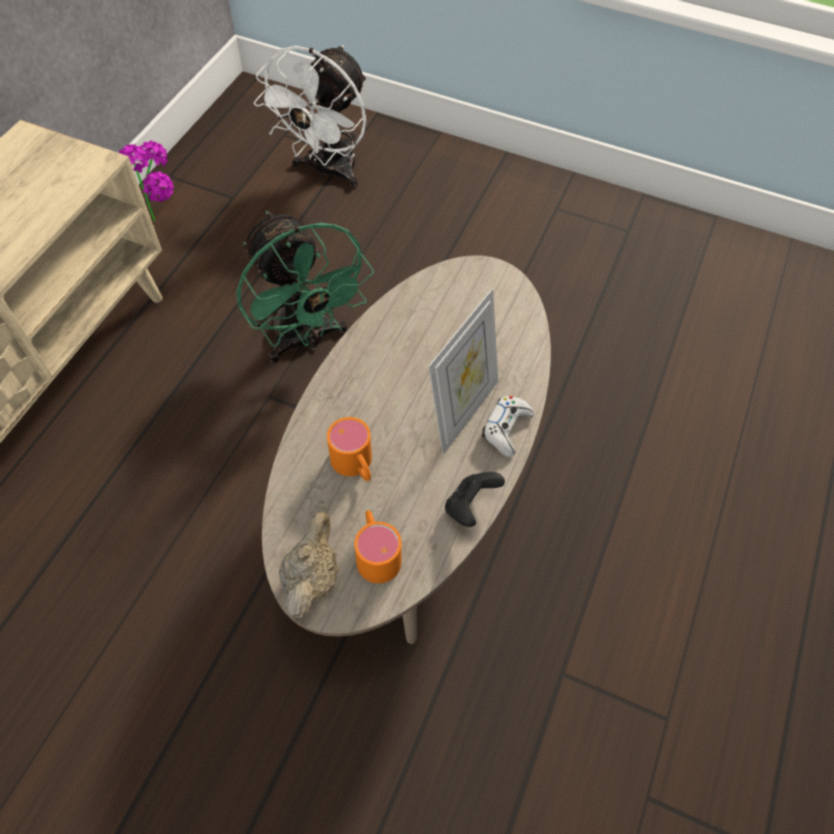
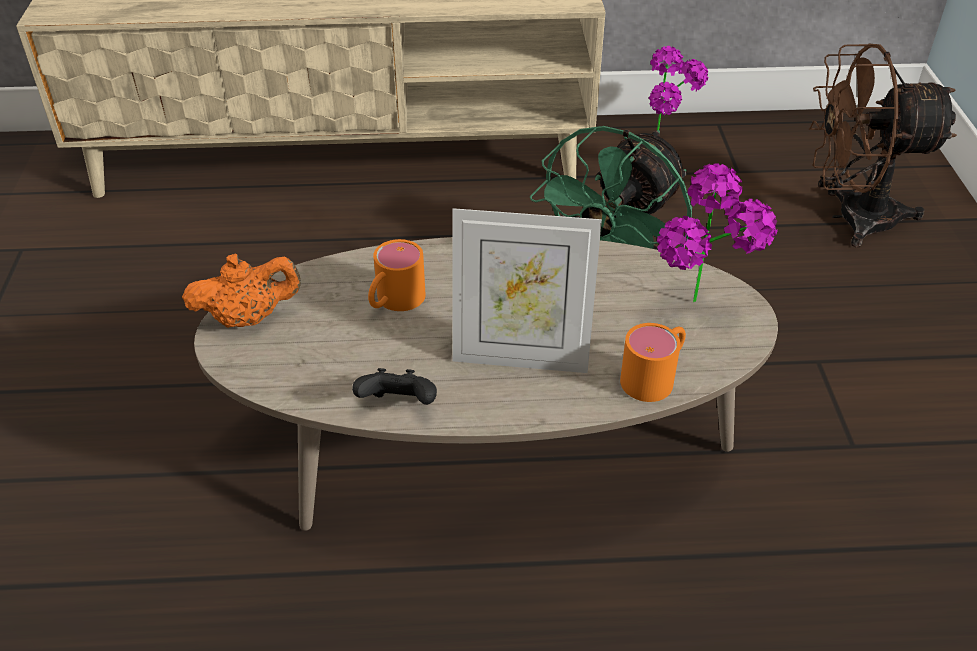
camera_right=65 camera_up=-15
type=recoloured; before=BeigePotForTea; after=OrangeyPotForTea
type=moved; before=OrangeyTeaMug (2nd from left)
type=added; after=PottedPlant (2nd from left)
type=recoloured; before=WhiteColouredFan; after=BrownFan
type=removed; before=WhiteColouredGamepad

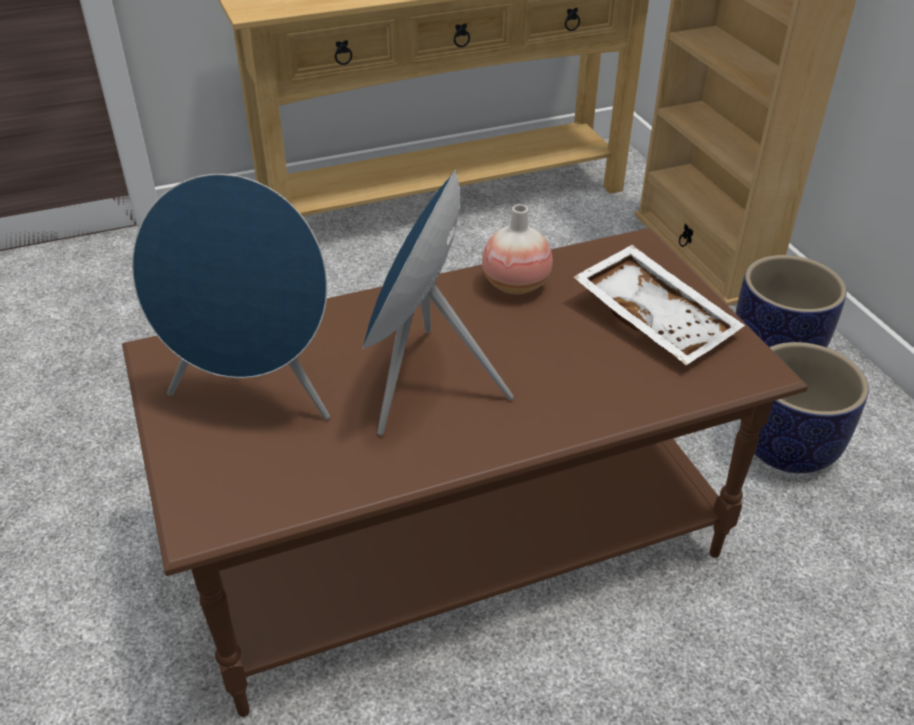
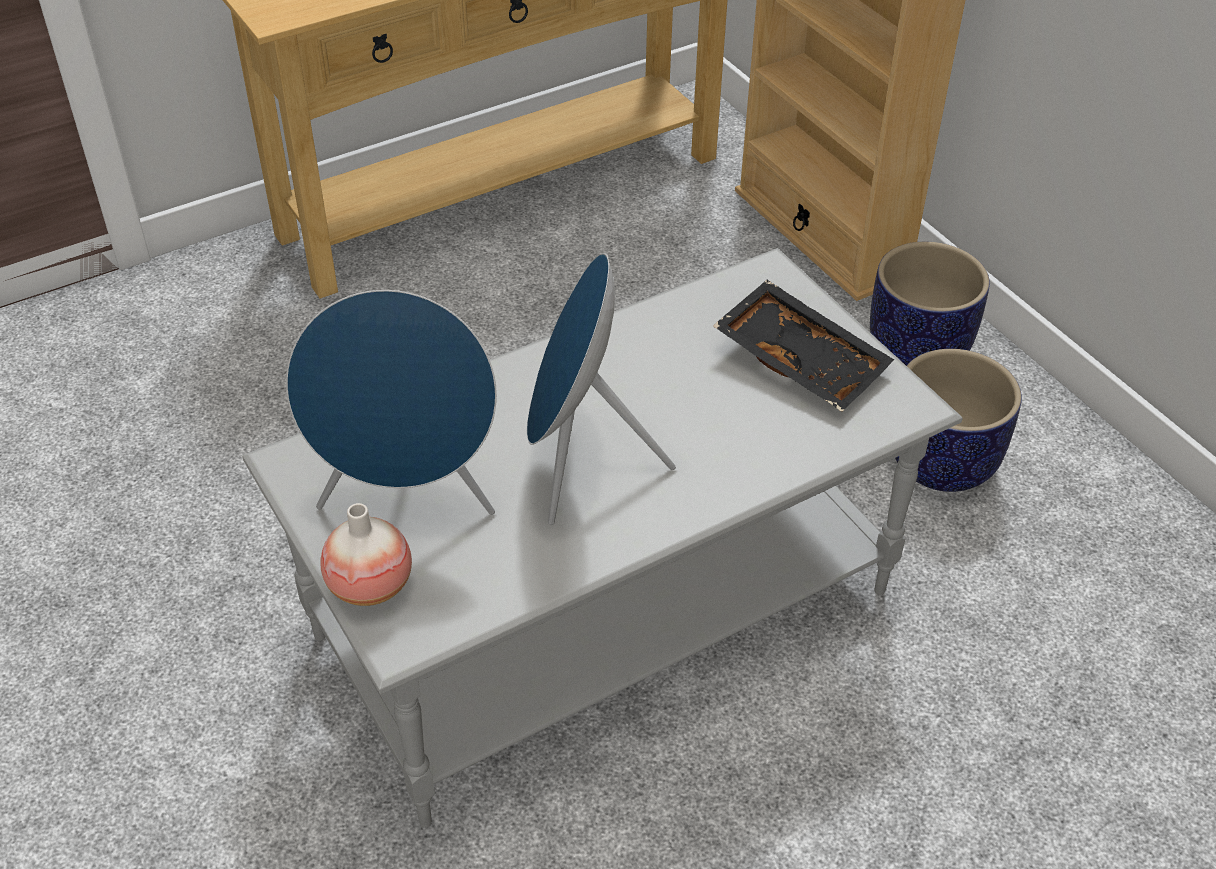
camera_right=-10 camera_up=5
type=recoloured; before=BrownLowTable; after=GreyLowTable
type=moved; before=DecorativeVase
type=recoloured; before=WhiteColouredTray; after=BlackishTray

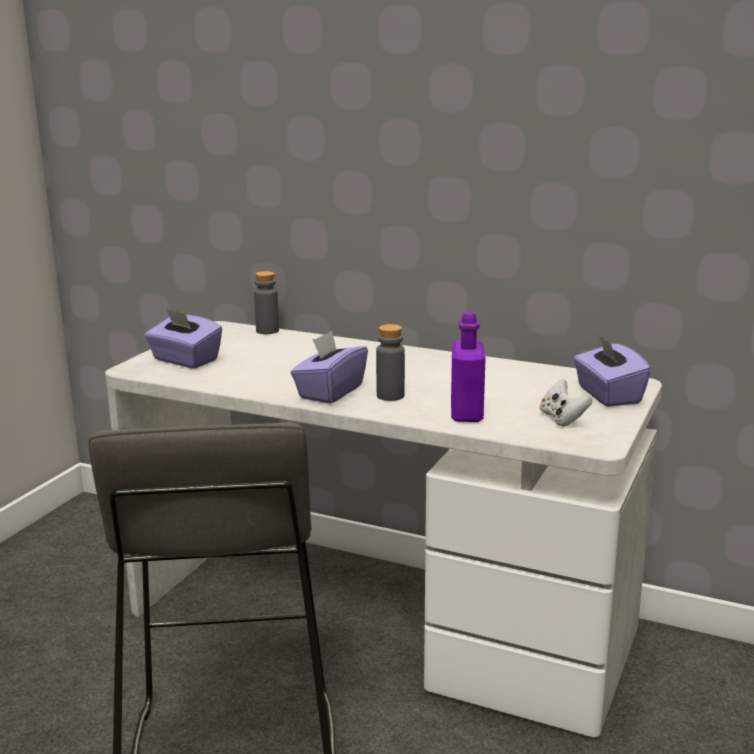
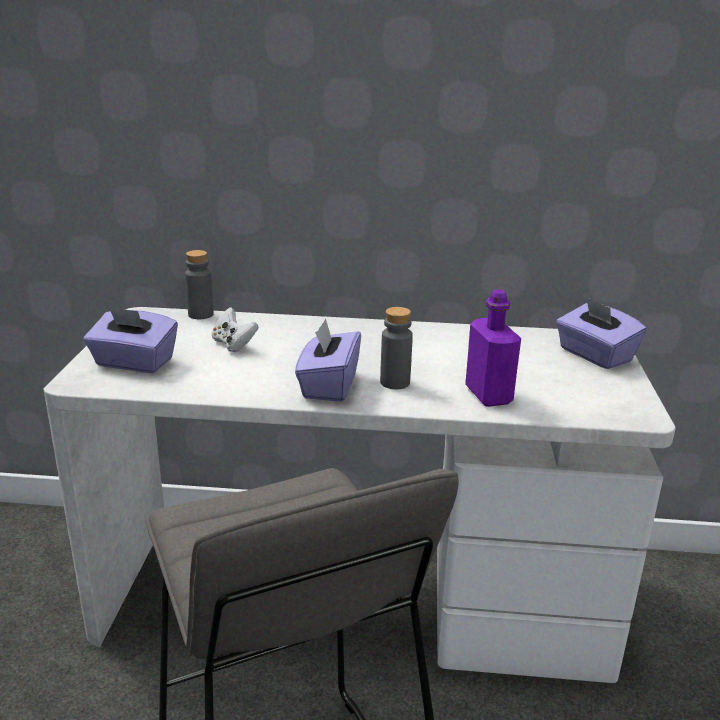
camera_right=-20 camera_up=5
type=moved; before=WhiteColouredGamepad

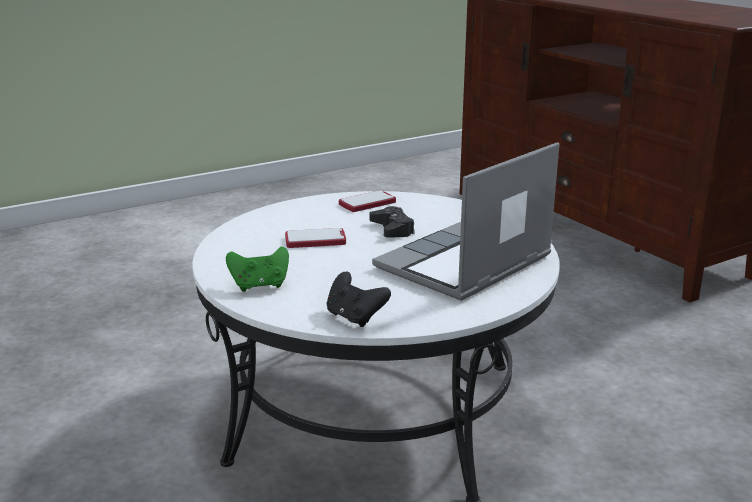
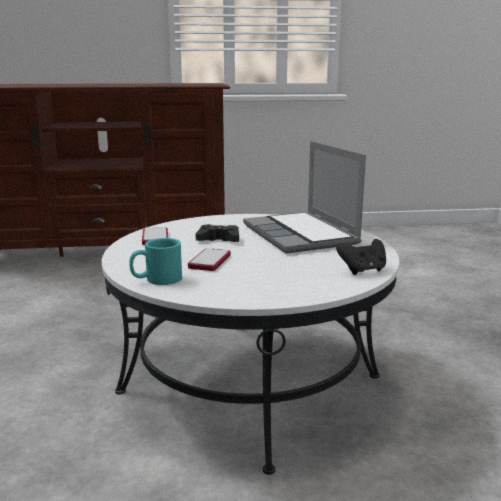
camera_right=-65 camera_up=-5
type=added; after=BlueGreenTeaMug
type=removed; before=GreenGamepad

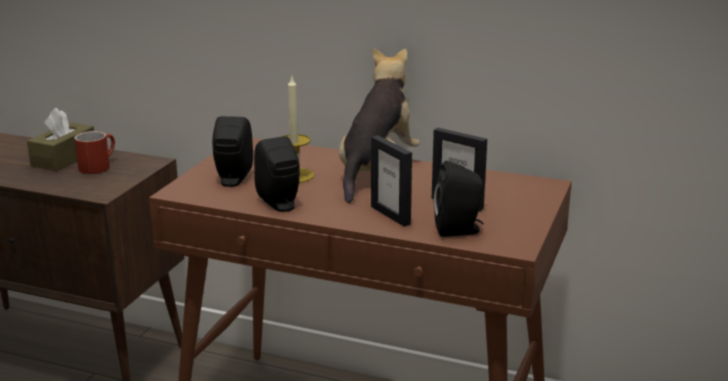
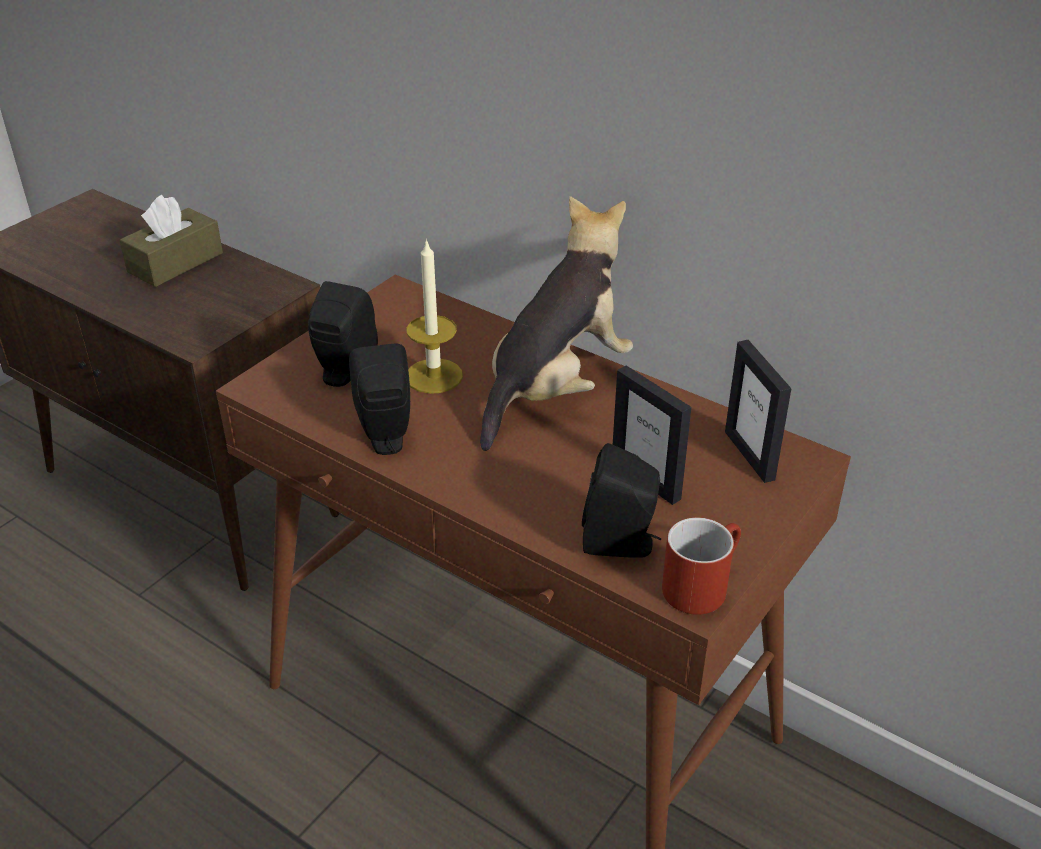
camera_right=15 camera_up=15
type=moved; before=RedColouredTeaMug
type=moved; before=PhotoFrame (1st from left in the first image); after=PhotoFrame (2nd from left)

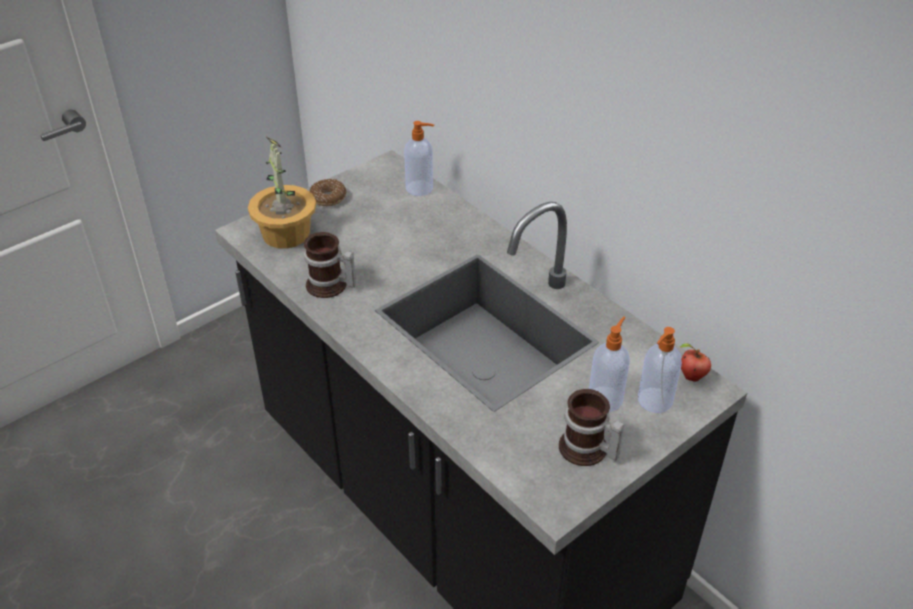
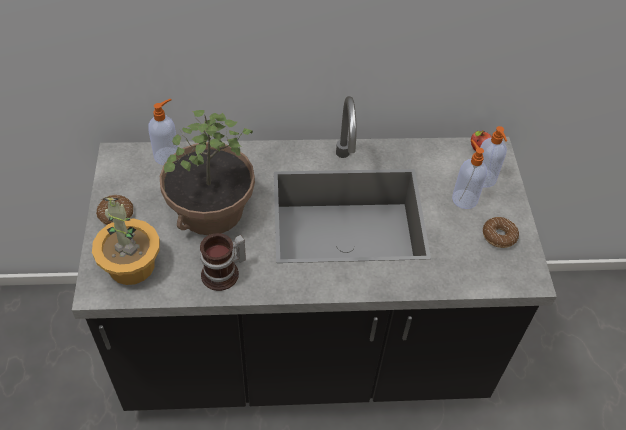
camera_right=-55 camera_up=10
type=added; after=PottedPlant (2nd from left)
type=replaced; before=TeaMug (2nd from left); after=Donut (2nd from left)

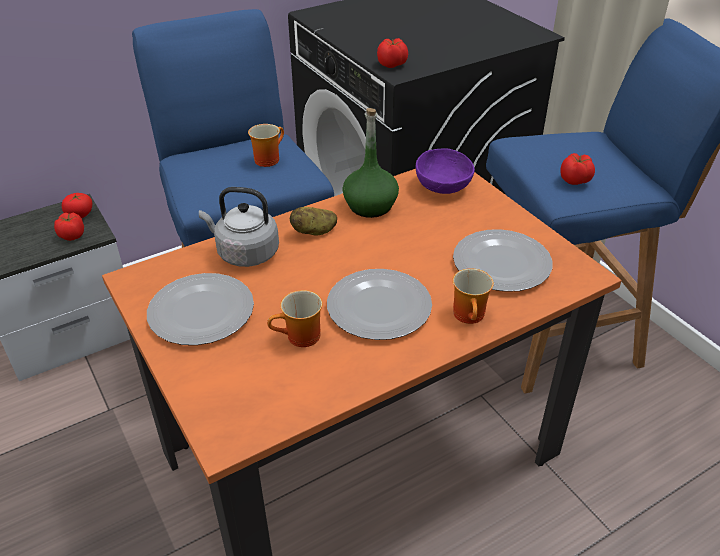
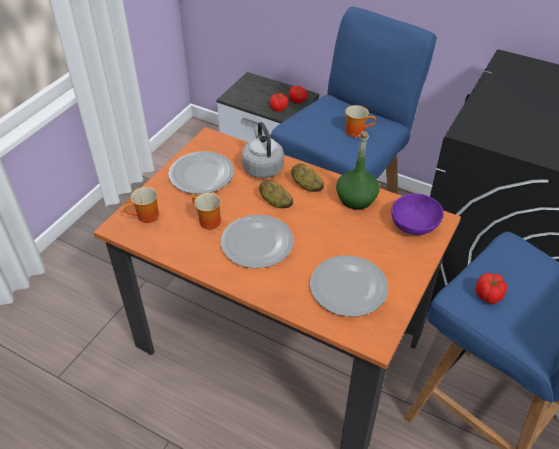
camera_right=60 camera_up=5
type=moved; before=TeaMug (3rd from left in the first image); after=TeaMug (1st from left)
type=added; after=WholePotato (1st from left)
type=removed; before=Tomato (3rd from left)

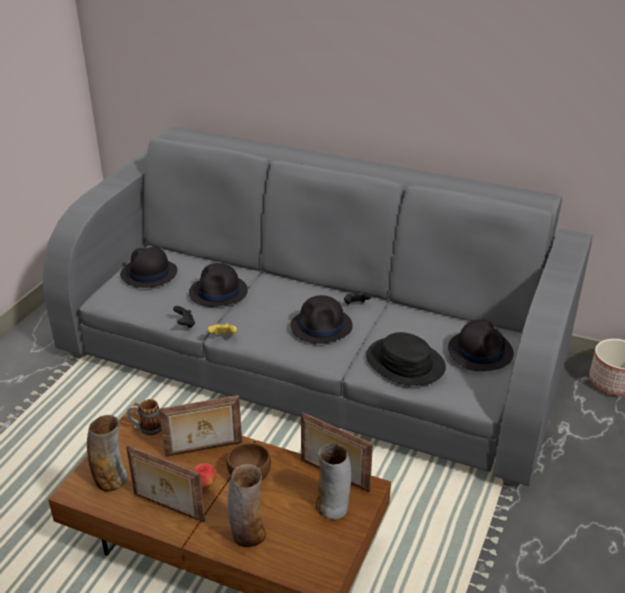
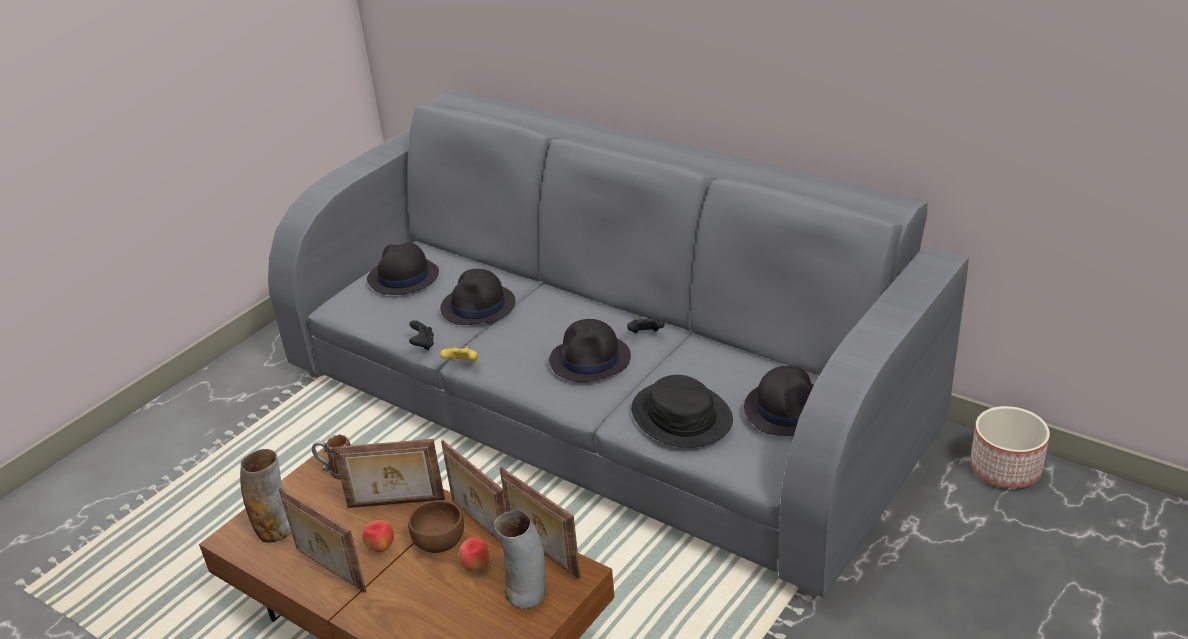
camera_right=15 camera_up=0
type=added; after=PhotoFrame (3rd from left)
type=added; after=AppleFruit (2nd from left)
type=removed; before=DecorativeVase (2nd from left)

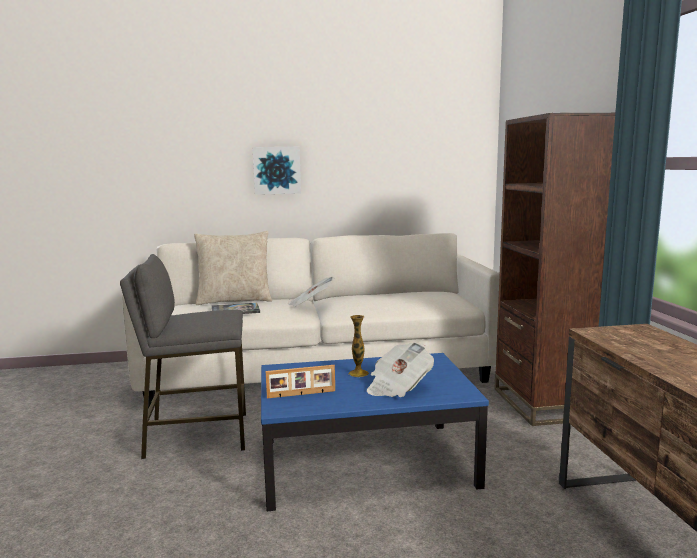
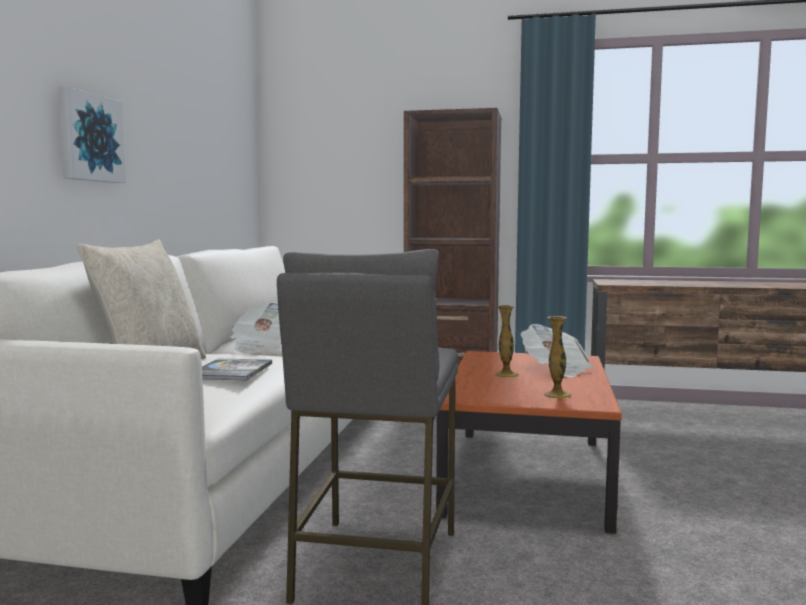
camera_right=-70 camera_up=-5
type=recoloured; before=BlueColouredLowTable; after=BrownLowTable
type=replaced; before=PhotoFrame; after=DecorativeVase (2nd from left)

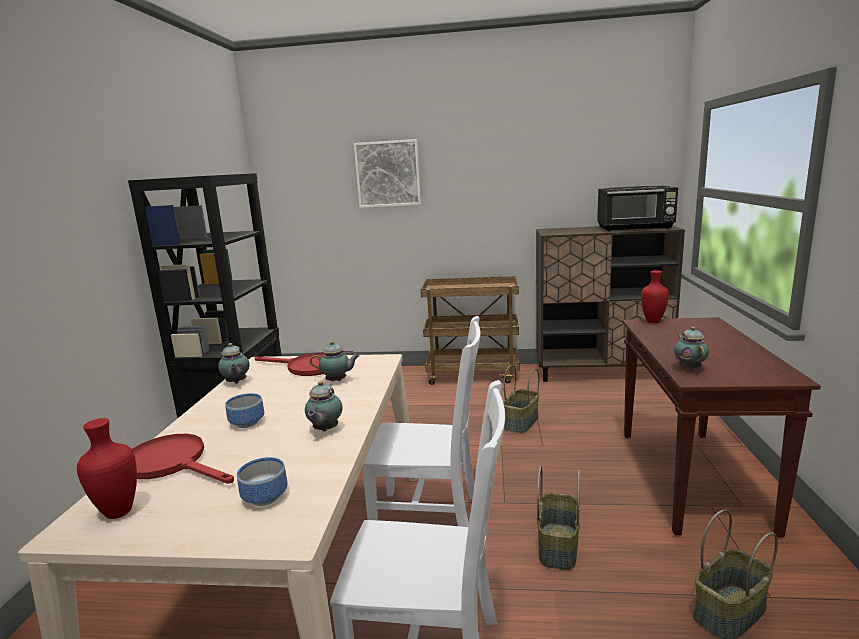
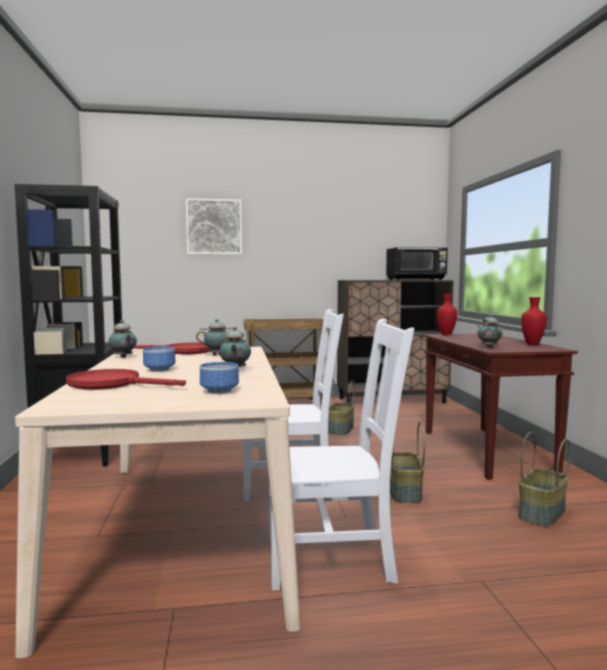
camera_right=-15 camera_up=-10
type=moved; before=RedColouredDecorativeVase (1st from left in the first image); after=RedColouredDecorativeVase (2nd from left)

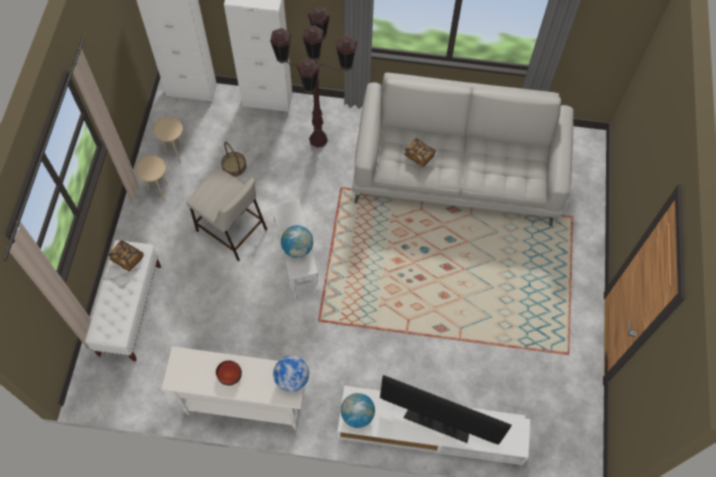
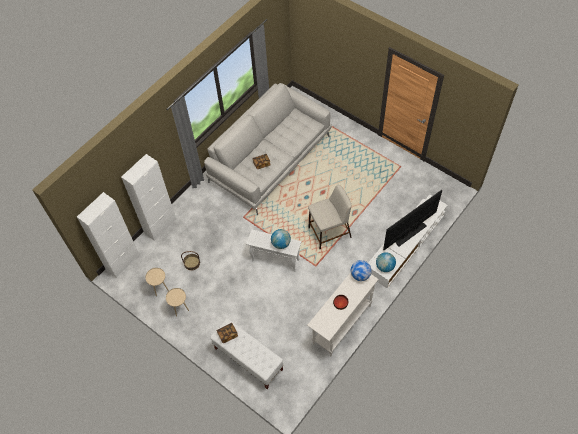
camera_right=-55 camera_up=-5
type=moved; before=BeigeStool
type=removed; before=BrownStandardLamp

